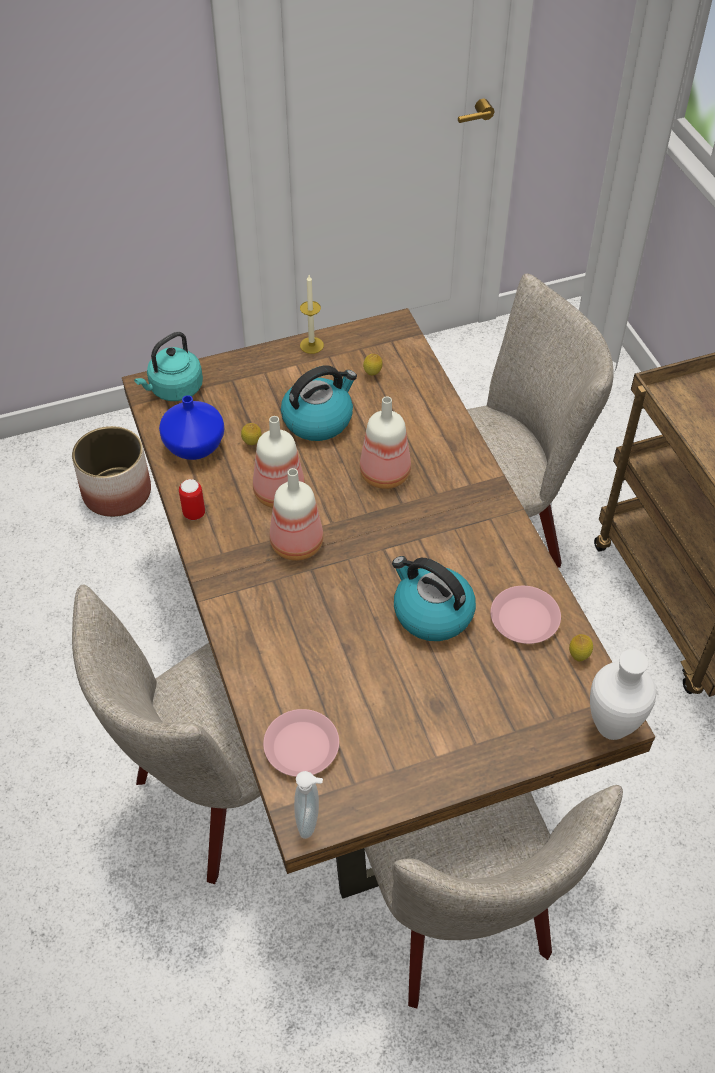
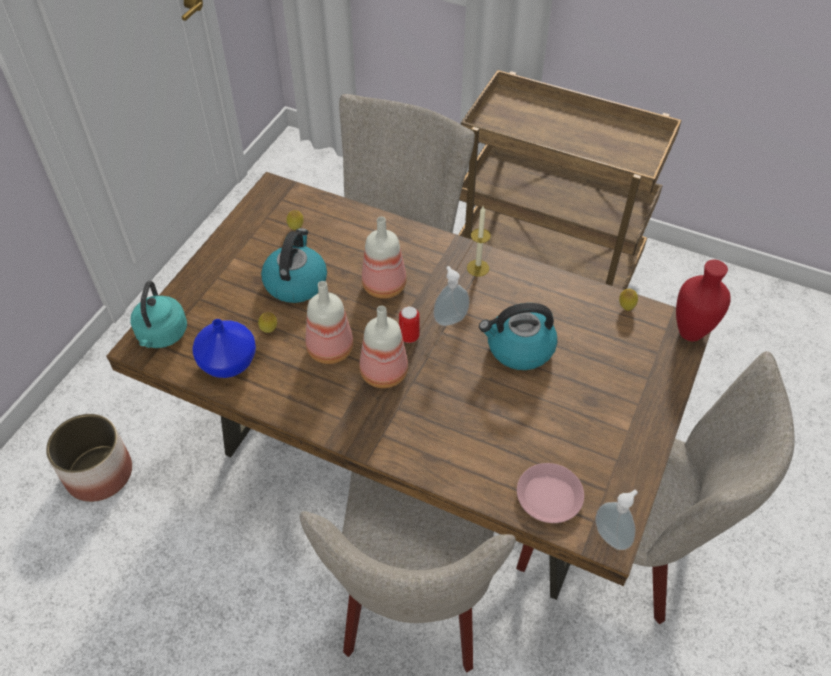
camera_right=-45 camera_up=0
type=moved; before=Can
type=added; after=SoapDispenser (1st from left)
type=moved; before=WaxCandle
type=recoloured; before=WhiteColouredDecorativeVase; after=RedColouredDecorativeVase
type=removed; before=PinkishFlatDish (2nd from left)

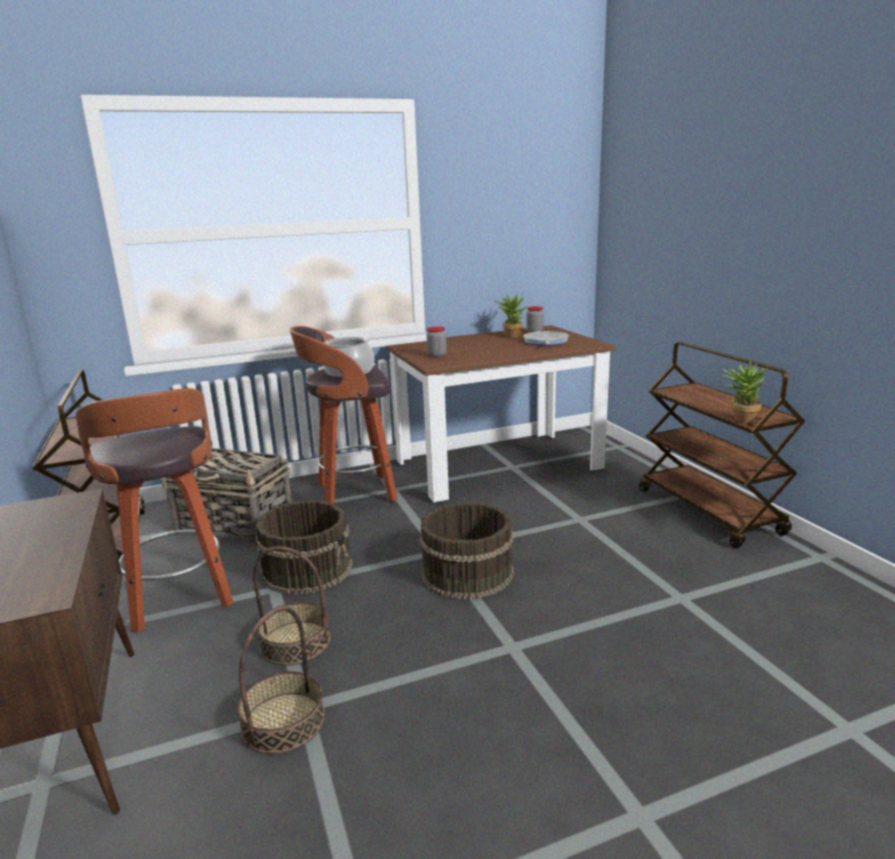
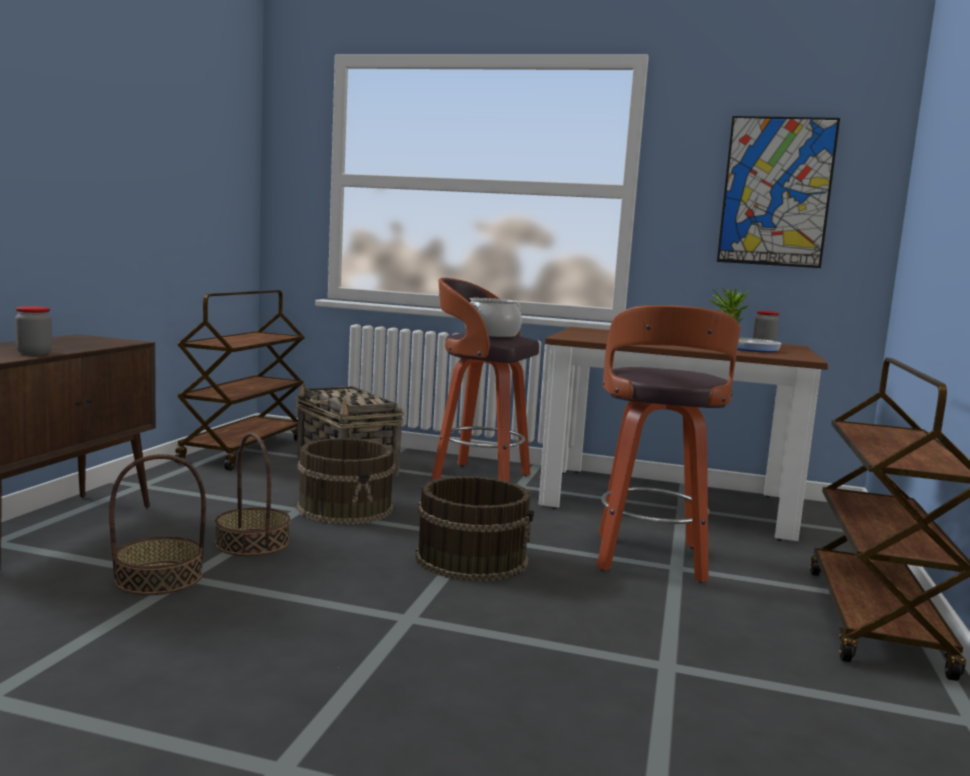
camera_right=35 camera_up=-10
type=moved; before=PreserveJar (1st from left)
type=moved; before=Stool (1st from left in the first image); after=Stool (2nd from left)
type=added; after=WallPicture
type=removed; before=PottedPlant (2nd from left)

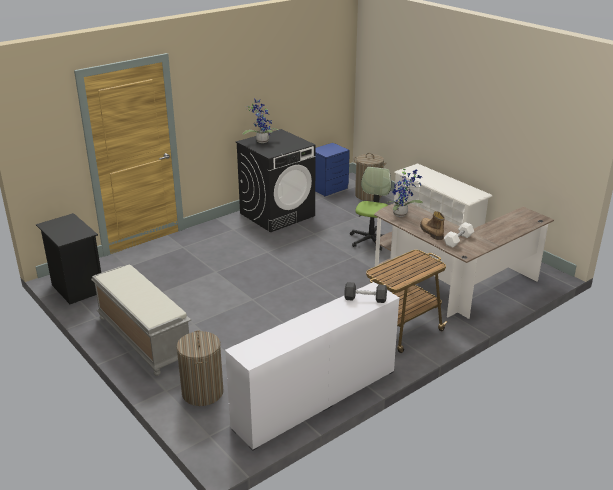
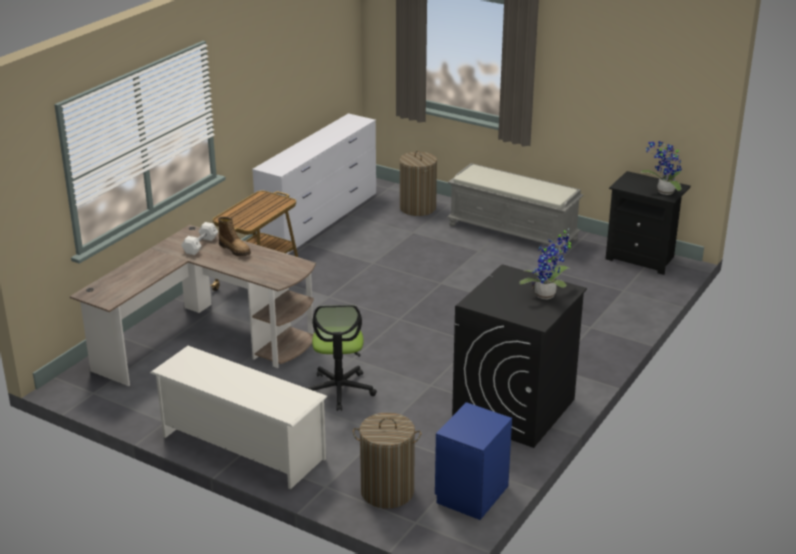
camera_right=160 camera_up=0
type=moved; before=PottedPlant (2nd from left)
type=removed; before=BlackishDumbbell

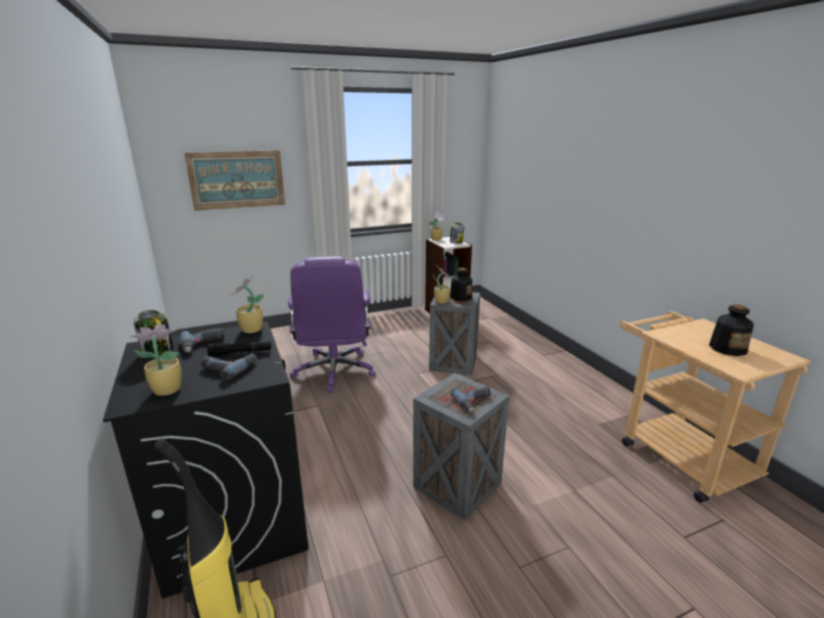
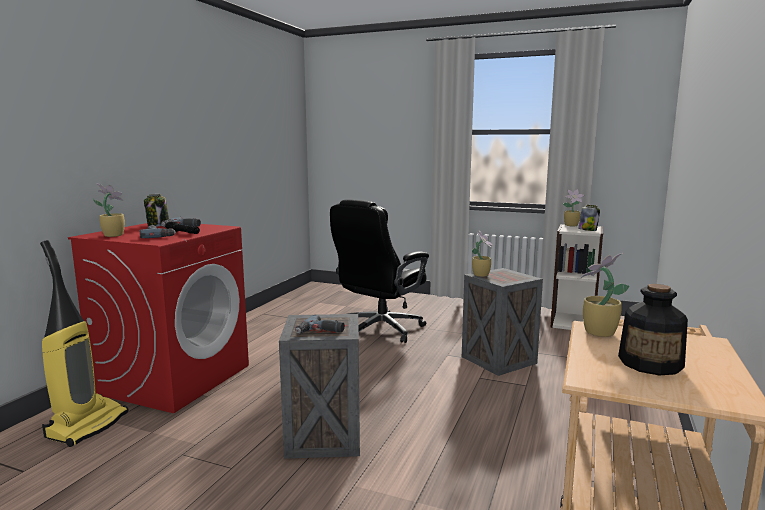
camera_right=45 camera_up=-10
type=recoloured; before=BlackishWashingMachine; after=RedColouredWashingMachine
type=recoloured; before=PurplishComputerChair; after=BlackishComputerChair
type=moved; before=PottedPlant (2nd from left in the first image); after=PottedPlant (4th from left)
type=removed; before=WallPicture
type=removed; before=Bottle (1st from left)

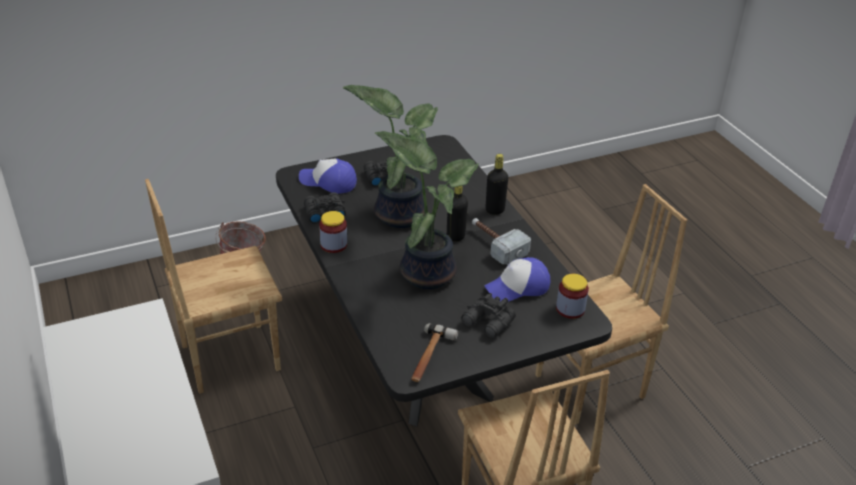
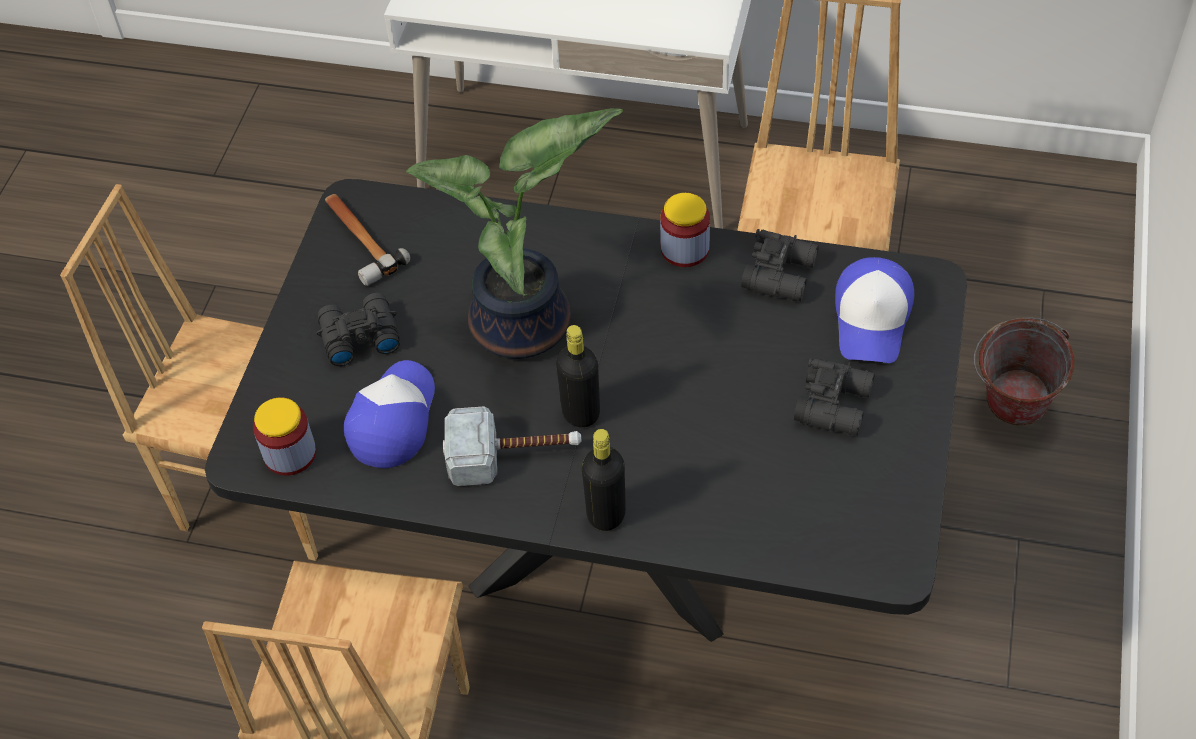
camera_right=130 camera_up=15
type=turned; before=BaseballCap (1st from left in the first image); turn=135
type=removed; before=PottedPlant (1st from left)

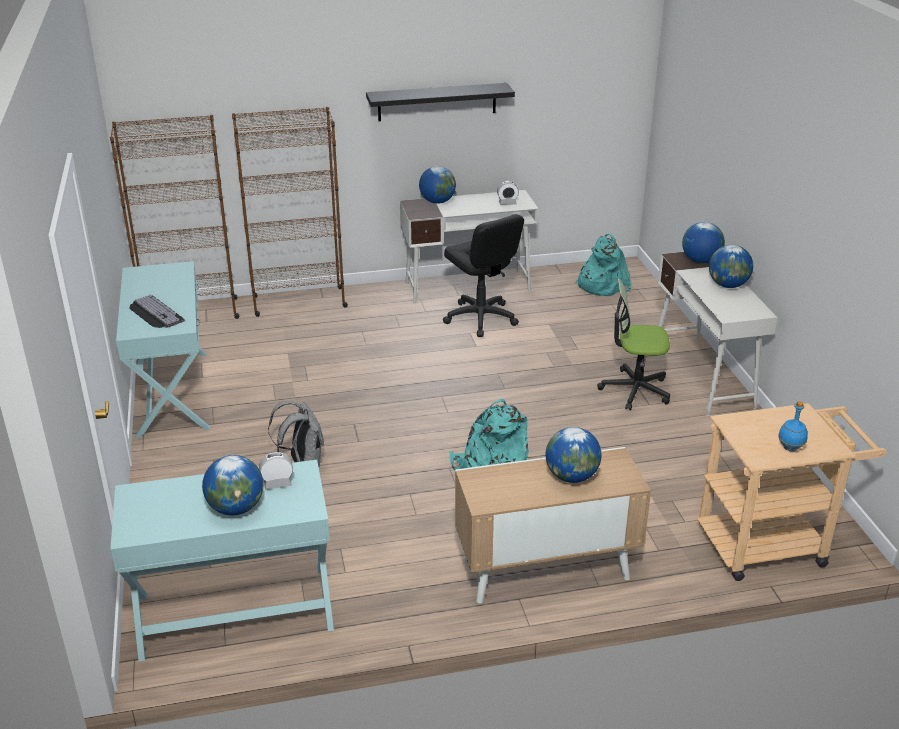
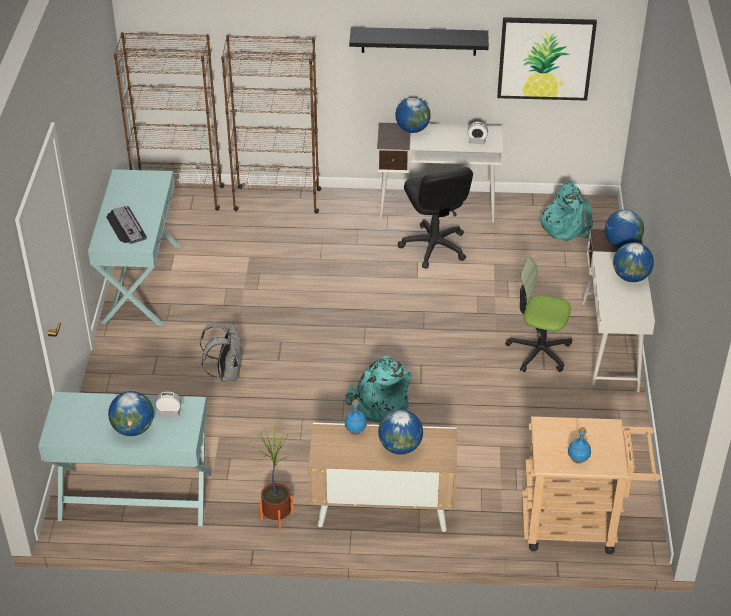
camera_right=15 camera_up=10
type=added; after=PottedPlant
type=added; after=BlueColouredBottle (1st from left)
type=added; after=WallPicture

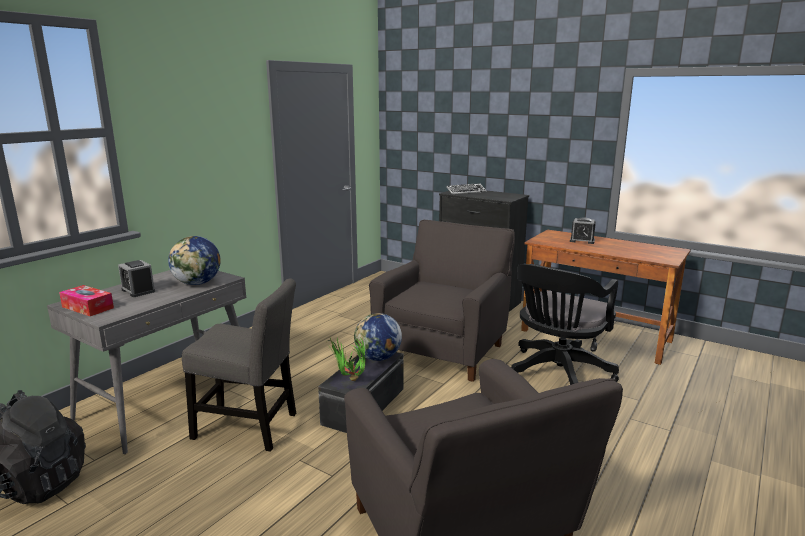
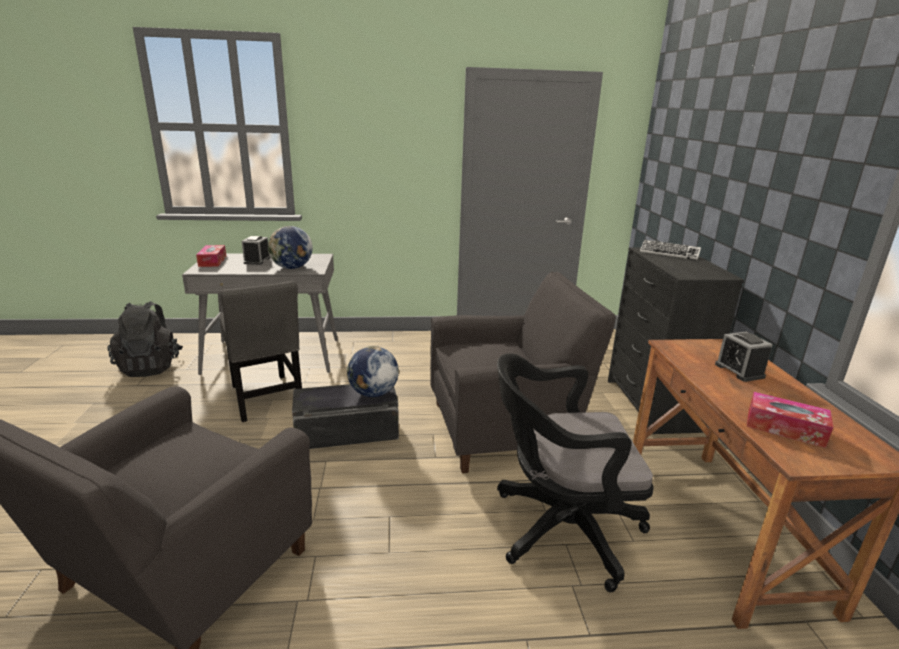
camera_right=50 camera_up=5
type=added; after=TissueHolder (2nd from left)
type=removed; before=PottedPlant

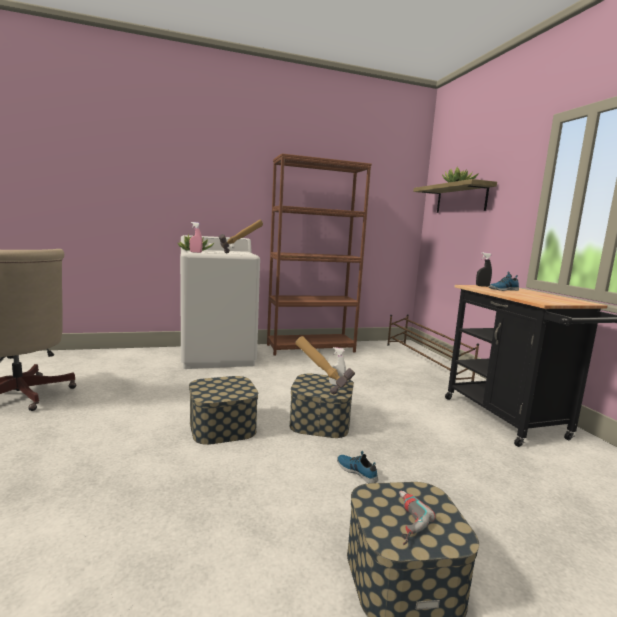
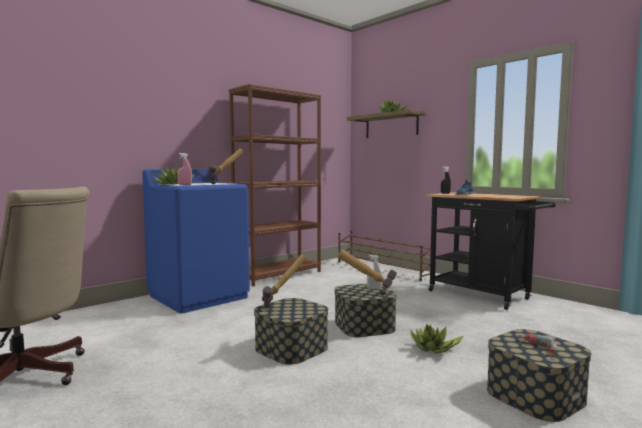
camera_right=-25 camera_up=-5
type=recoloured; before=WhiteColouredWashingMachine; after=BlueColouredWashingMachine
type=added; after=HandHammer (2nd from left)
type=replaced; before=LowShoe (1st from left); after=PottedPlant (3rd from left)

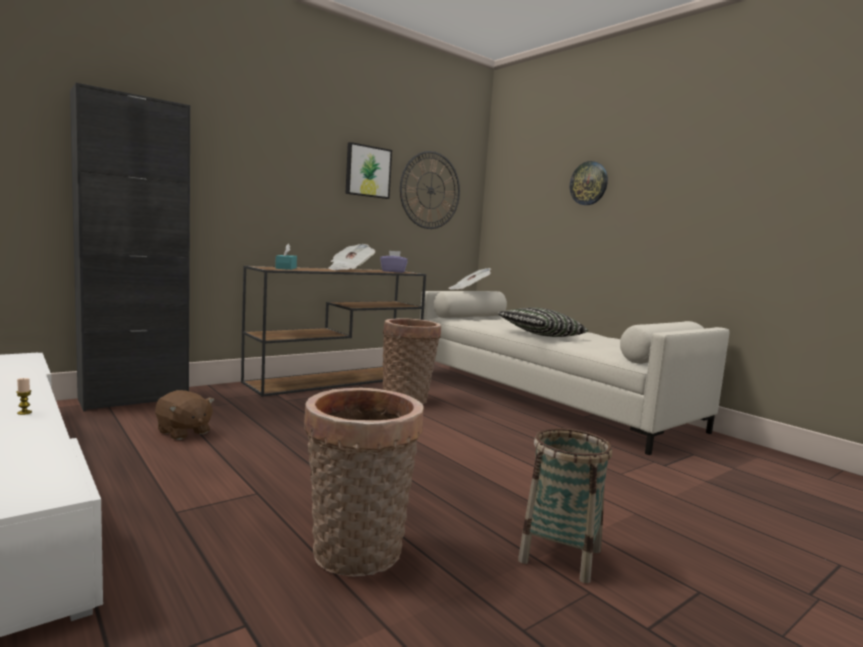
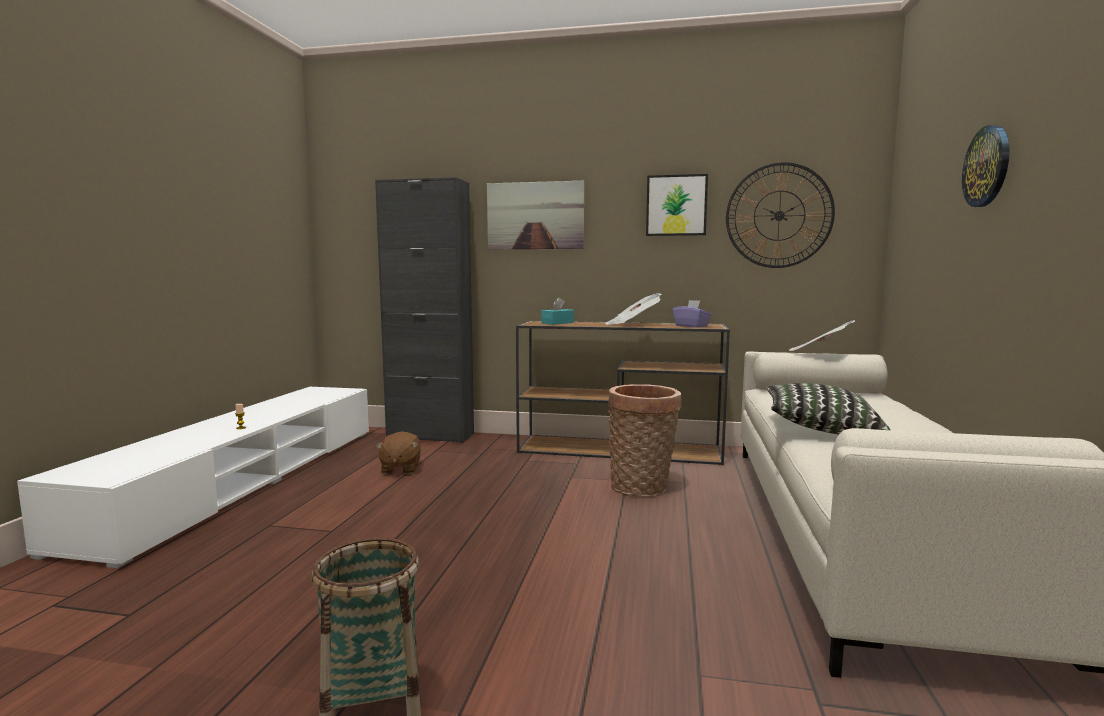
camera_right=50 camera_up=0
type=added; after=WallPicture (1st from left)
type=removed; before=HouseholdBasket (1st from left)

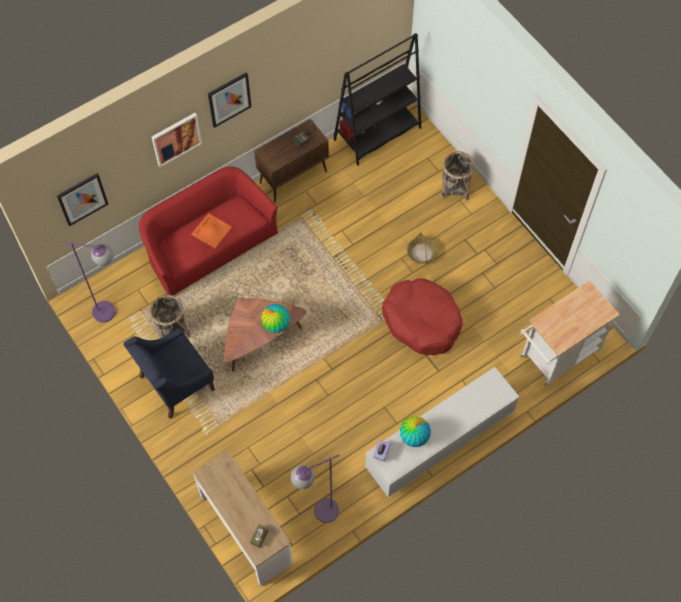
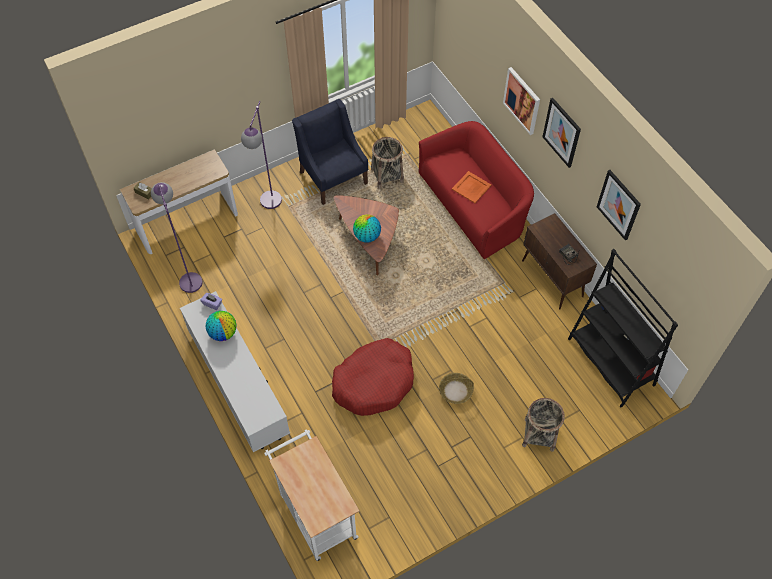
camera_right=95 camera_up=-5
type=moved; before=PurplishStandardLamp (1st from left in the first image); after=PurplishStandardLamp (2nd from left)
type=moved; before=WallPicture (1st from left in the first image); after=WallPicture (3rd from left)

